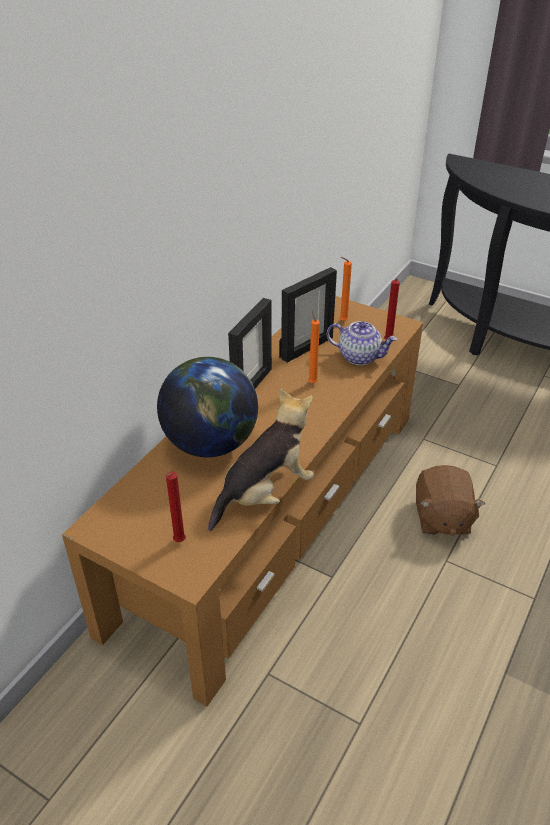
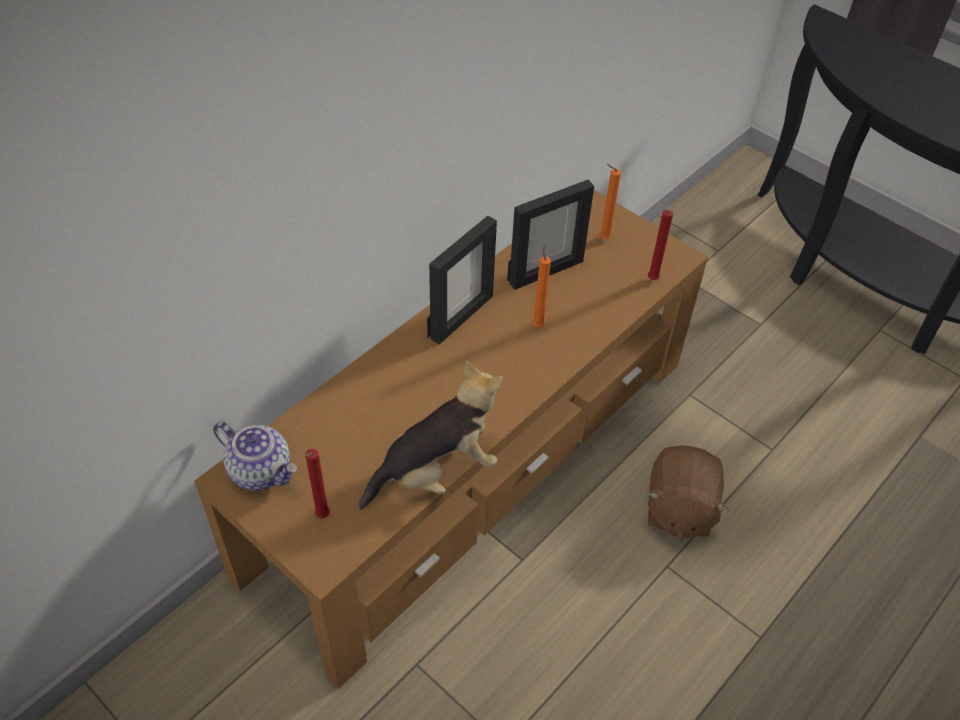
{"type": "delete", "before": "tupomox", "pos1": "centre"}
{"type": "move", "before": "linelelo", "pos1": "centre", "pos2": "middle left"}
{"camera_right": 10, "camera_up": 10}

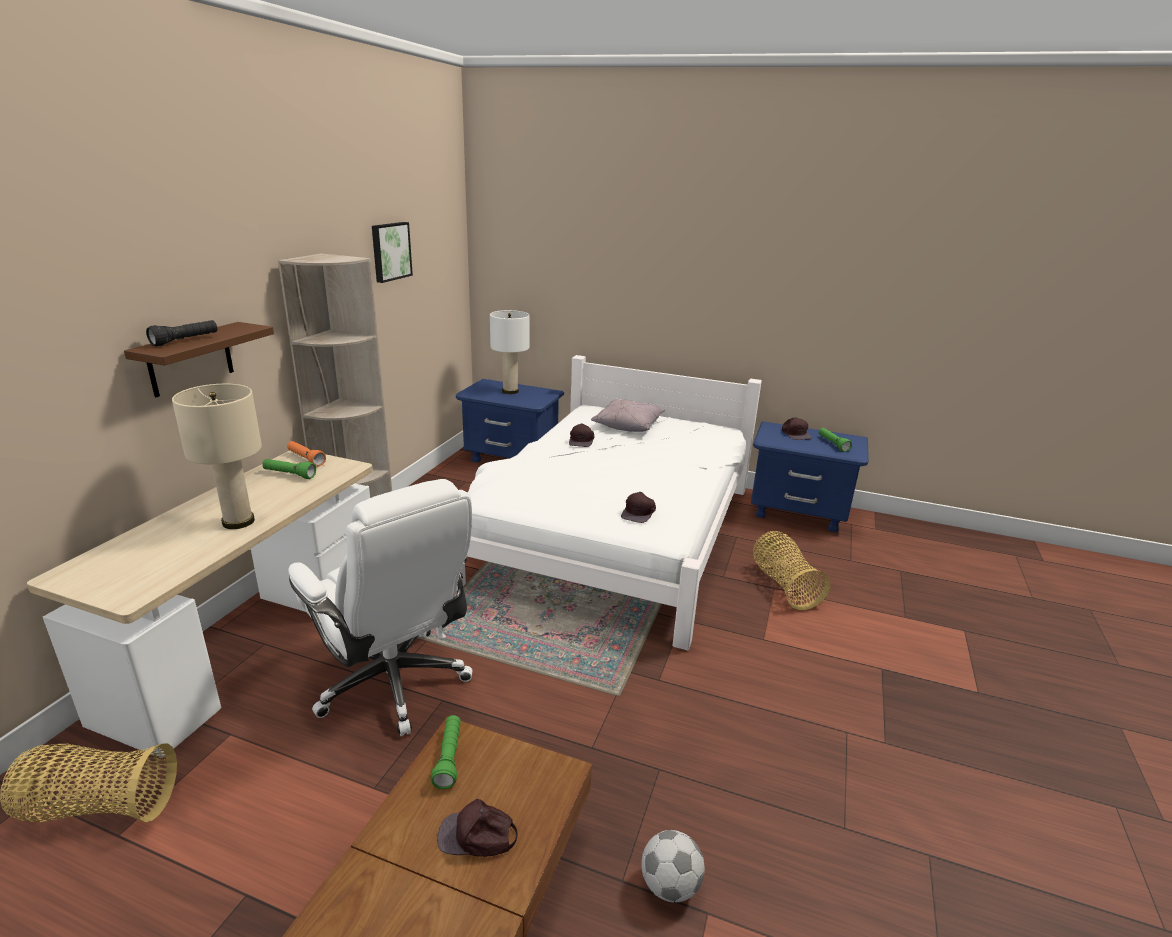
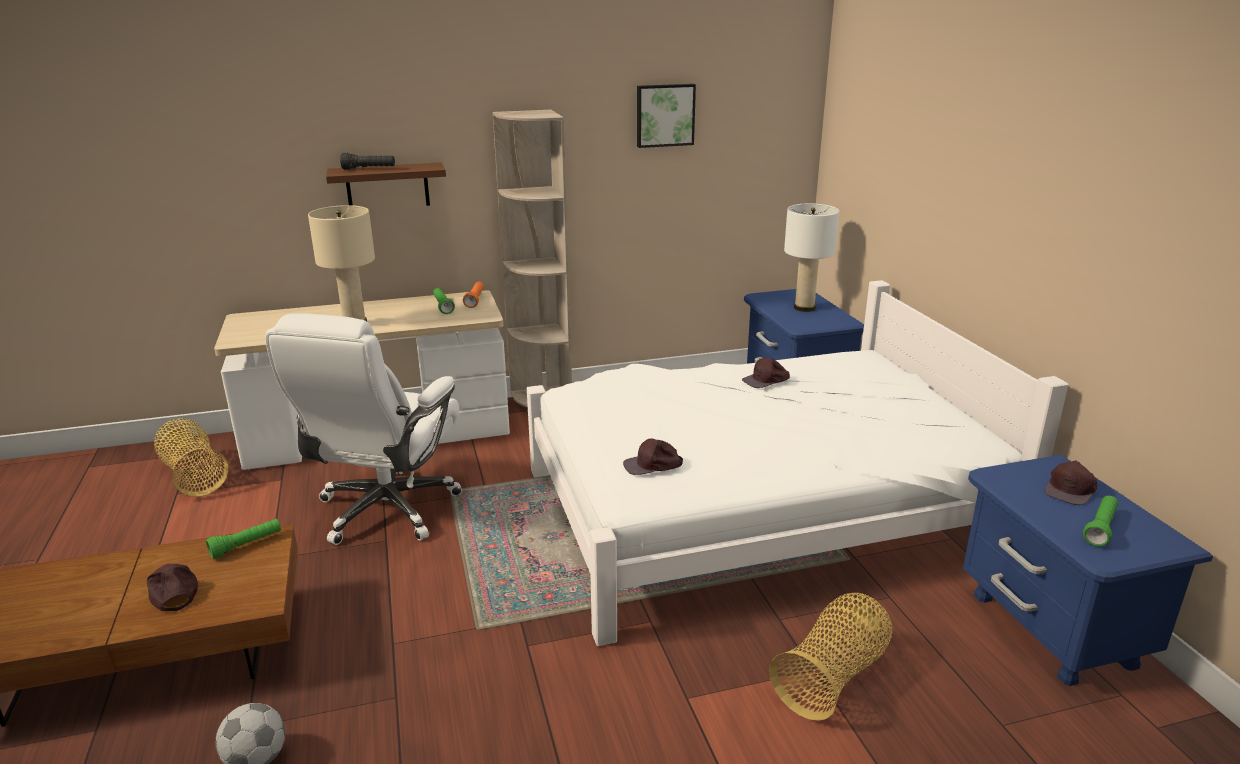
{"type": "delete", "before": "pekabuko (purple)", "pos1": "centre"}
{"camera_right": 55, "camera_up": 0}

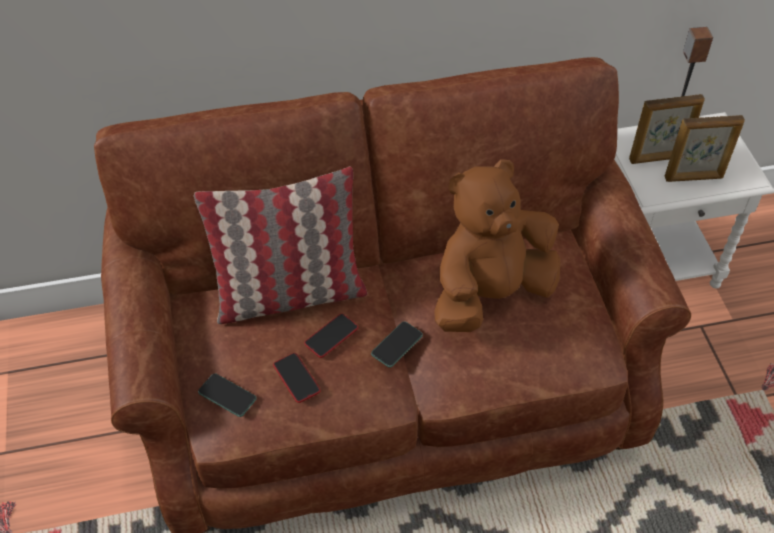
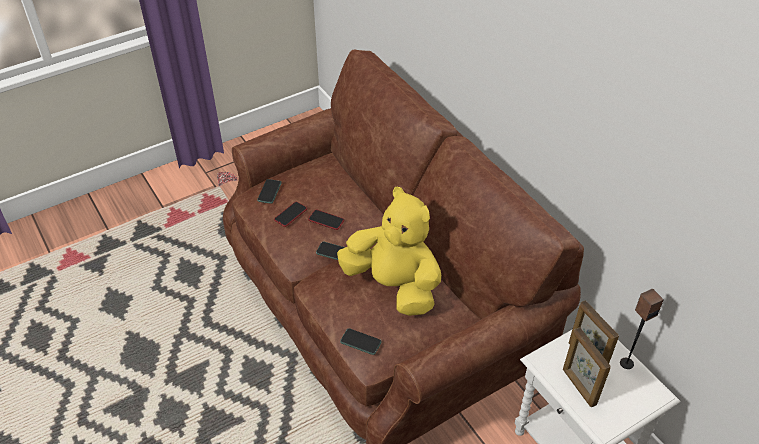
{"type": "delete", "before": "pekabuko", "pos1": "centre"}
{"type": "recolor", "before": "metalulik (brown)", "after": "metalulik (yellow)", "pos1": "centre", "pos2": "centre"}
{"type": "insert", "after": "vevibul (5th from left)", "pos2": "bottom centre"}
{"camera_right": 70, "camera_up": -5}

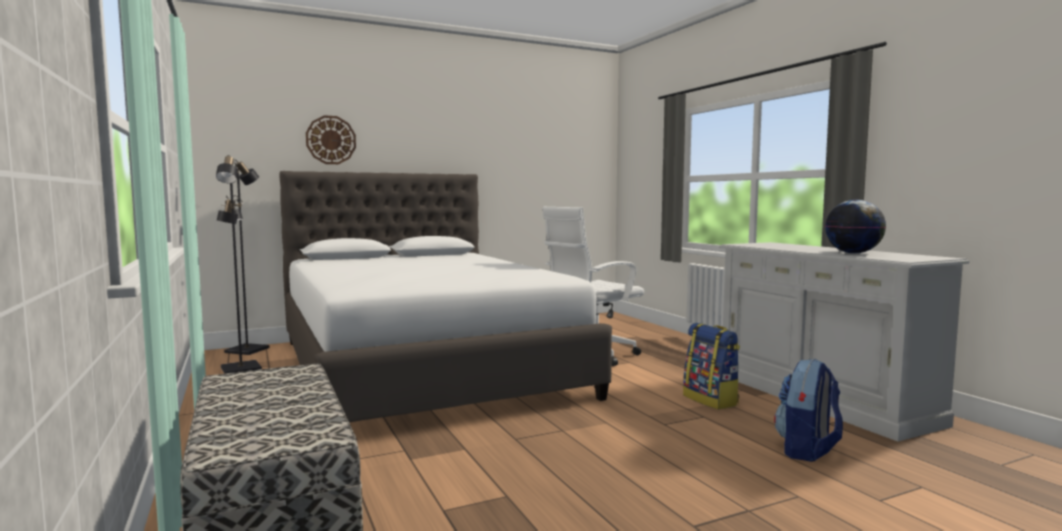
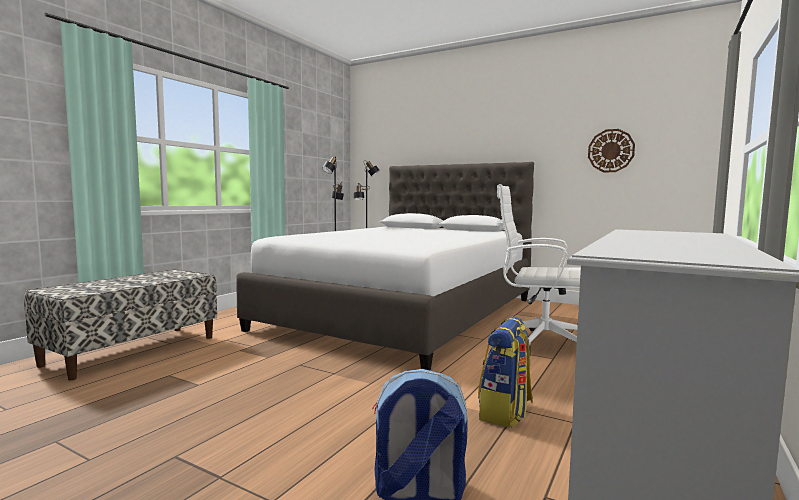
{"type": "move", "before": "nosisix", "pos1": "top left", "pos2": "top right"}
{"type": "delete", "before": "tupomox", "pos1": "middle right"}
{"camera_right": 55, "camera_up": 0}

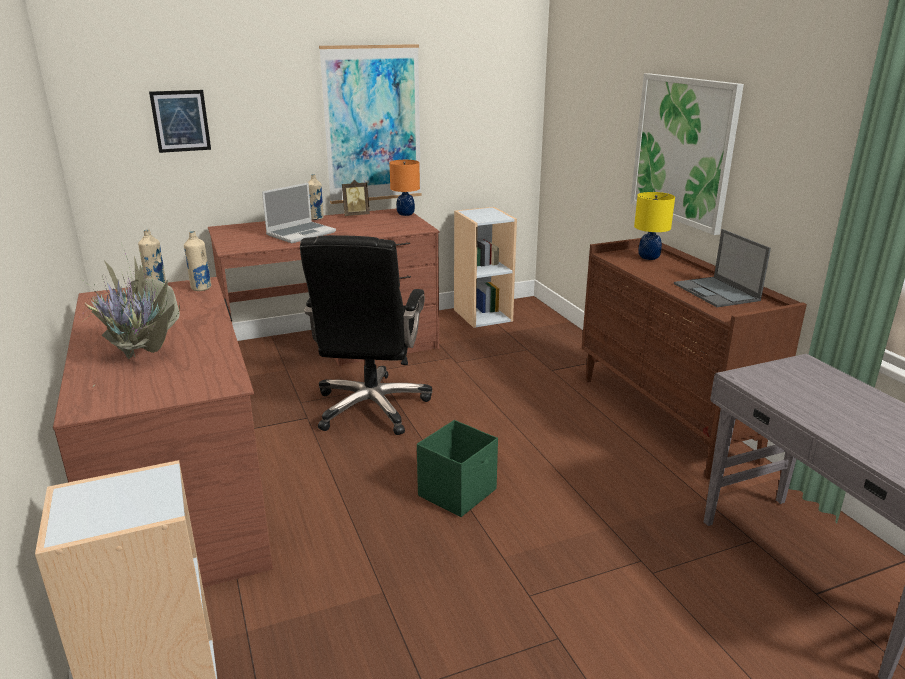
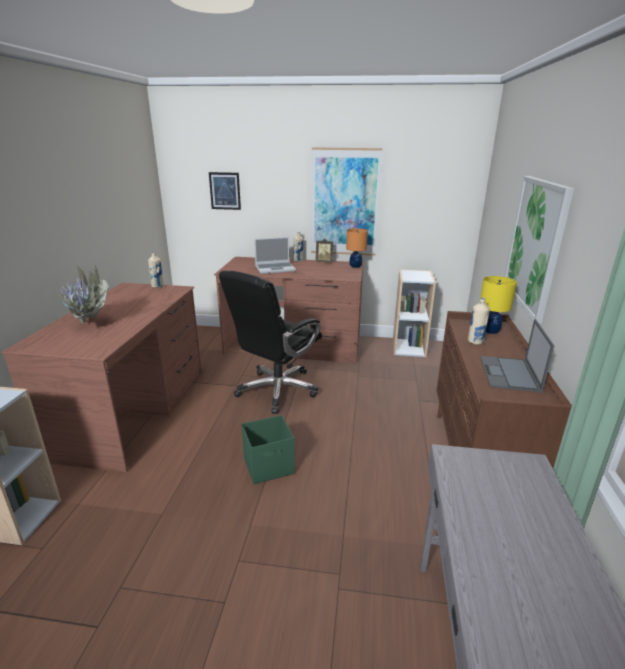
{"type": "move", "before": "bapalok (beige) (2nd from left in the first image)", "after": "bapalok (beige) (3rd from left)", "pos1": "middle left", "pos2": "middle right"}
{"camera_right": 30, "camera_up": 0}

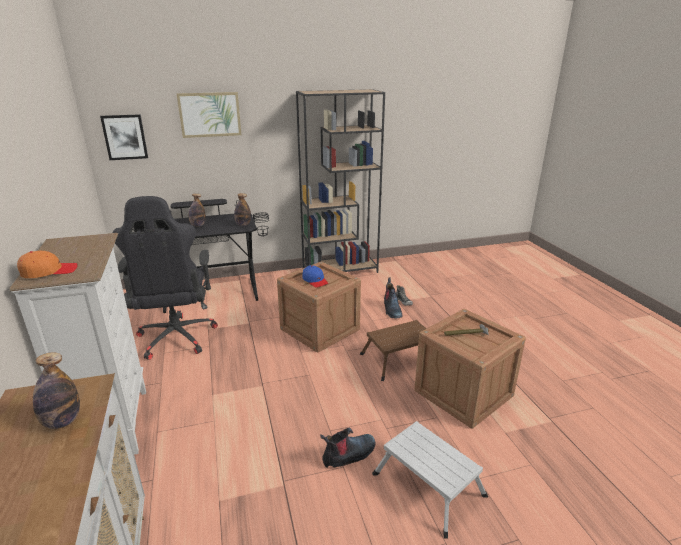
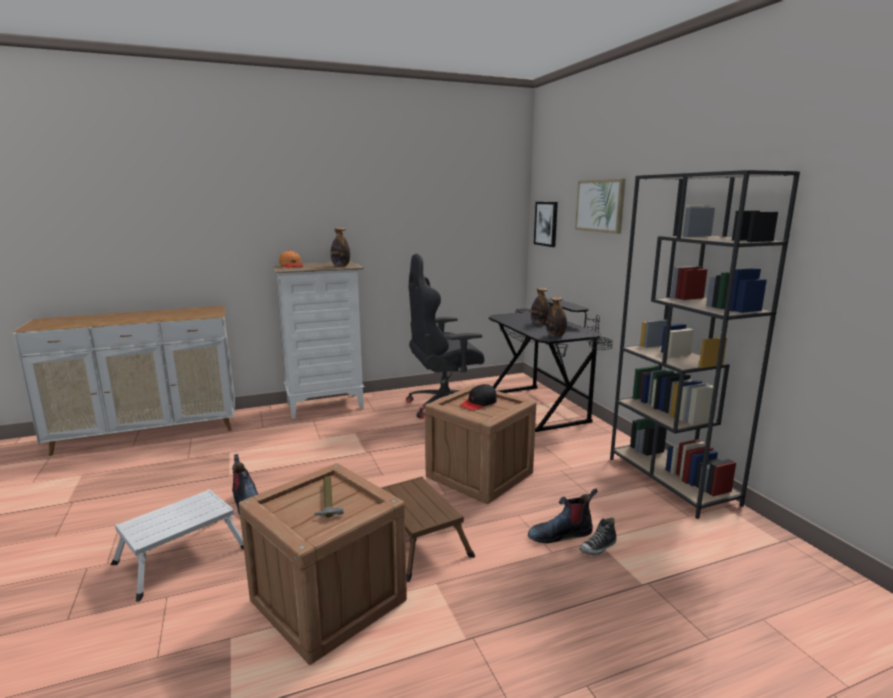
{"type": "move", "before": "bapalok (1st from left)", "pos1": "bottom left", "pos2": "centre"}
{"type": "recolor", "before": "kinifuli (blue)", "after": "kinifuli (black)", "pos1": "centre", "pos2": "centre"}
{"camera_right": 85, "camera_up": -10}

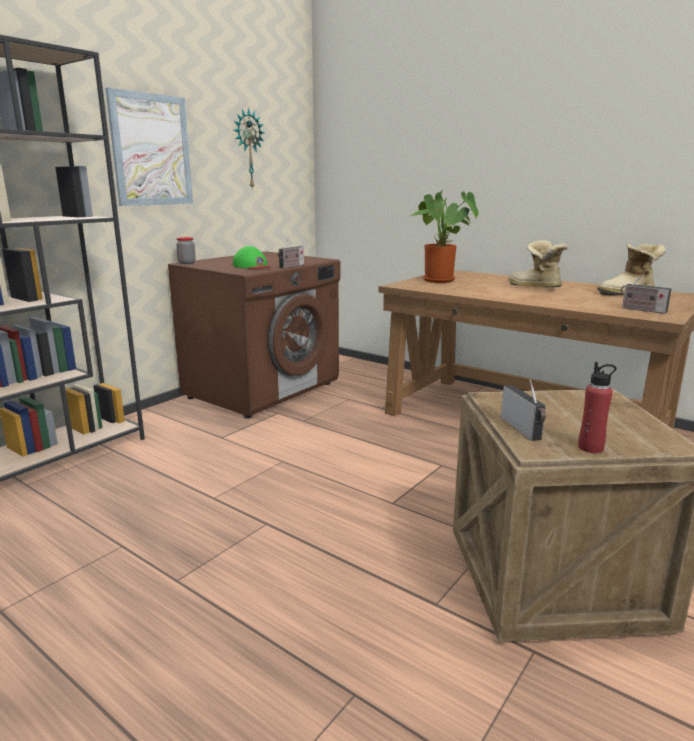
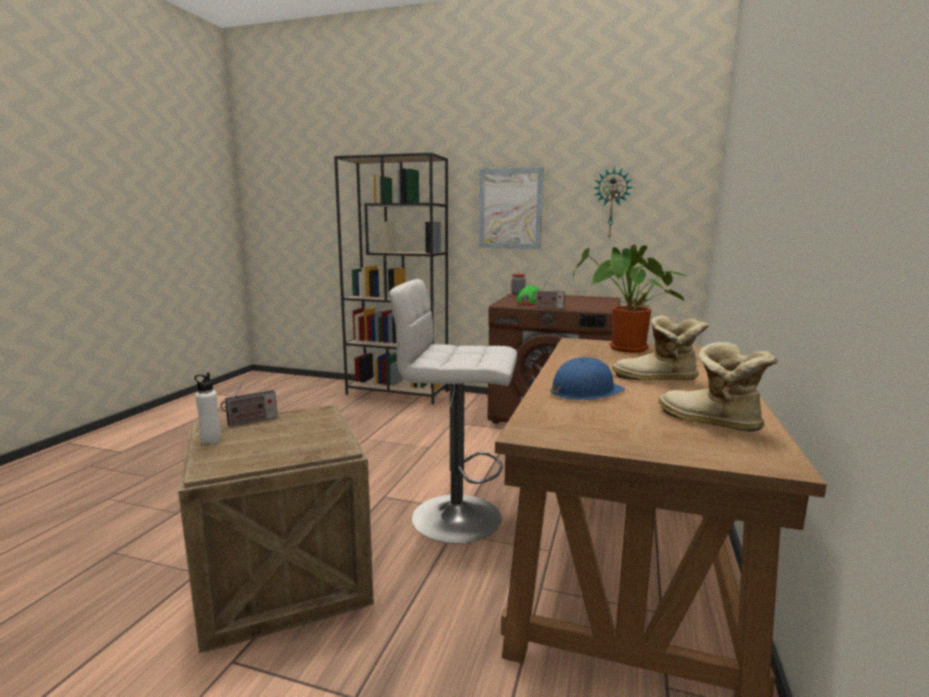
{"type": "rotate", "before": "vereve (1st from left)", "pos1": "middle right", "pos2": "middle right", "turn": -105}
{"type": "recolor", "before": "bapalok (red)", "after": "bapalok (white)", "pos1": "middle right", "pos2": "middle left"}
{"type": "delete", "before": "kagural (3rd from left)", "pos1": "middle right"}
{"type": "insert", "after": "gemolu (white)", "pos2": "centre"}
{"type": "insert", "after": "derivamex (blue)", "pos2": "centre"}
{"camera_right": 70, "camera_up": -5}

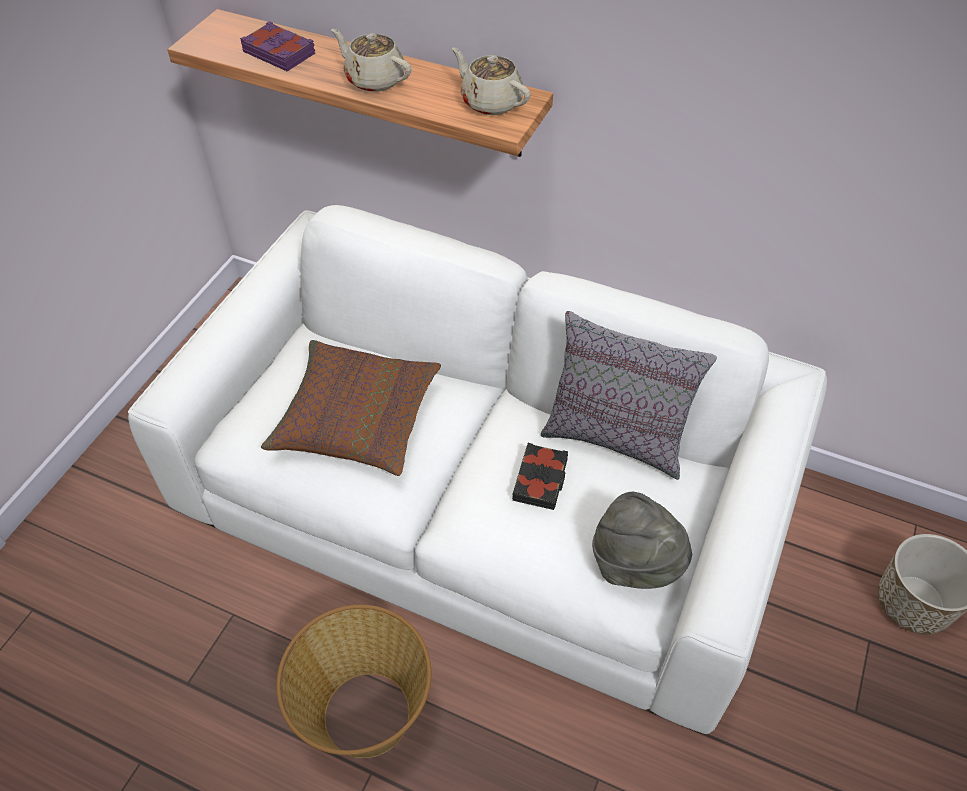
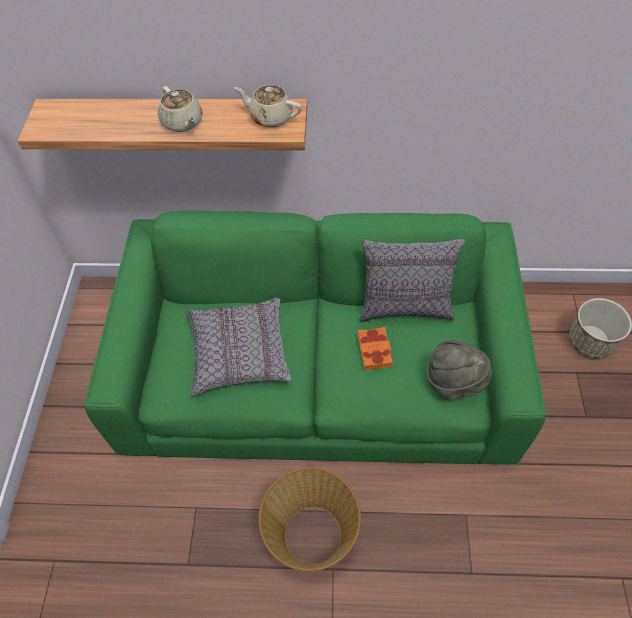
{"type": "recolor", "before": "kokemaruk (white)", "after": "kokemaruk (green)", "pos1": "centre", "pos2": "centre"}
{"type": "delete", "before": "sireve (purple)", "pos1": "top left"}
{"type": "recolor", "before": "pekabuko (brown)", "after": "pekabuko (grey) (1st from left)", "pos1": "centre", "pos2": "centre"}
{"type": "rotate", "before": "linelelo (beige) (1st from left)", "pos1": "top centre", "pos2": "top left", "turn": -135}
{"type": "recolor", "before": "sireve (black)", "after": "sireve (orange)", "pos1": "centre", "pos2": "centre"}
{"camera_right": -20, "camera_up": 5}

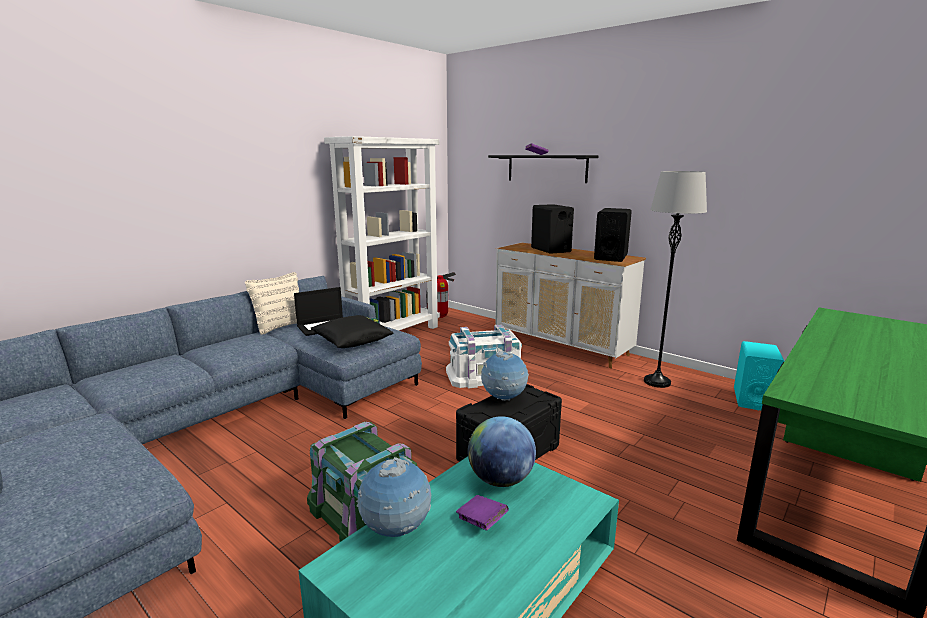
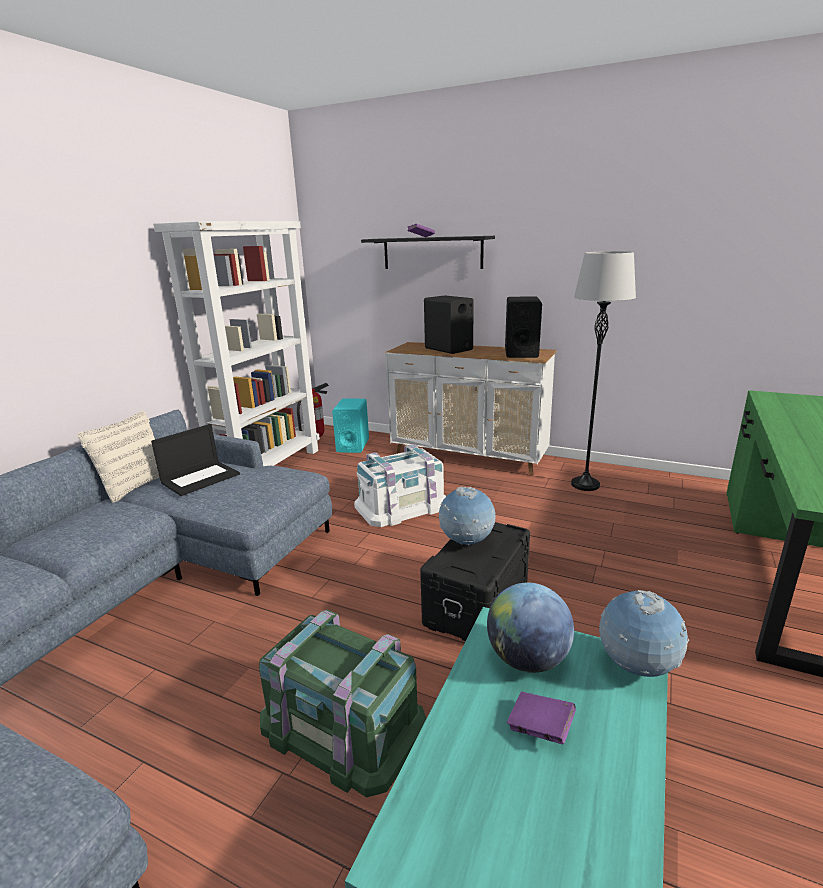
{"type": "delete", "before": "pekabuko (black)", "pos1": "centre"}
{"type": "move", "before": "tupomox (1st from left in the first image)", "after": "tupomox (3rd from left)", "pos1": "bottom centre", "pos2": "bottom right"}
{"type": "move", "before": "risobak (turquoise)", "pos1": "middle right", "pos2": "centre"}
{"camera_right": -15, "camera_up": 5}

